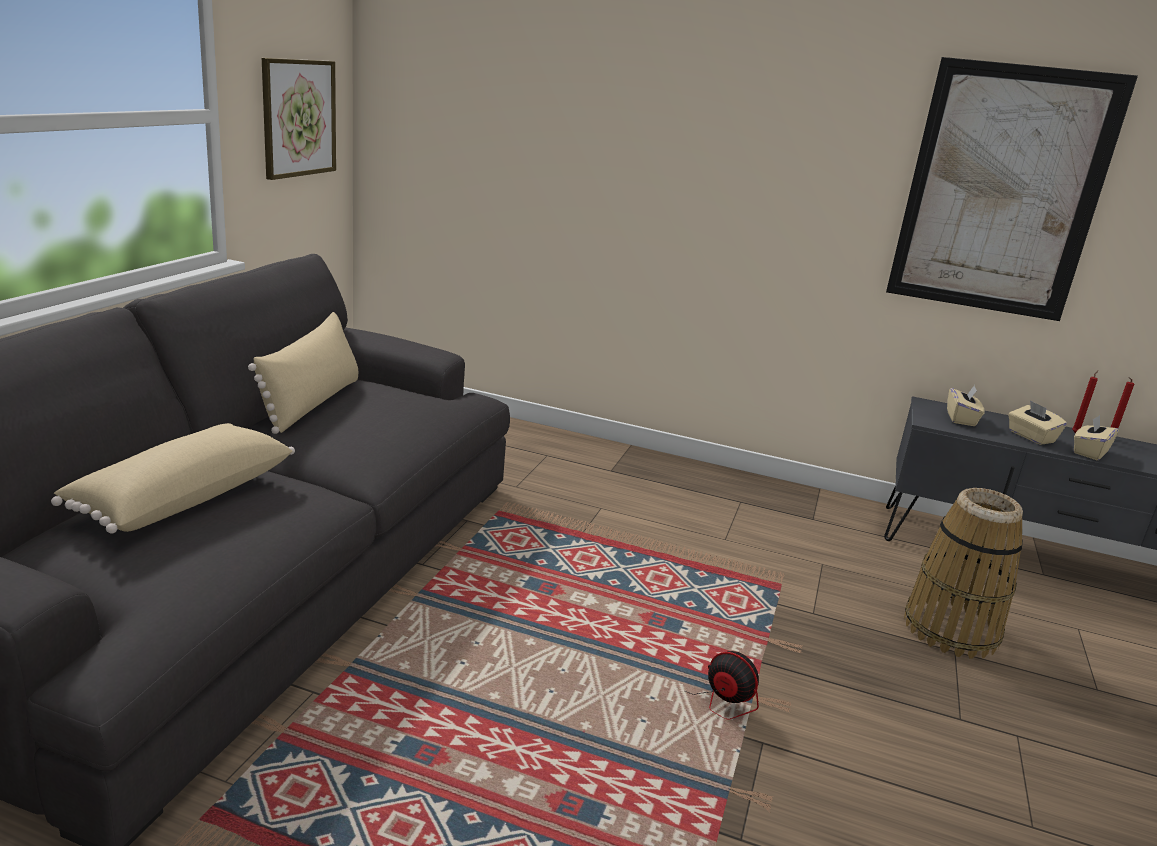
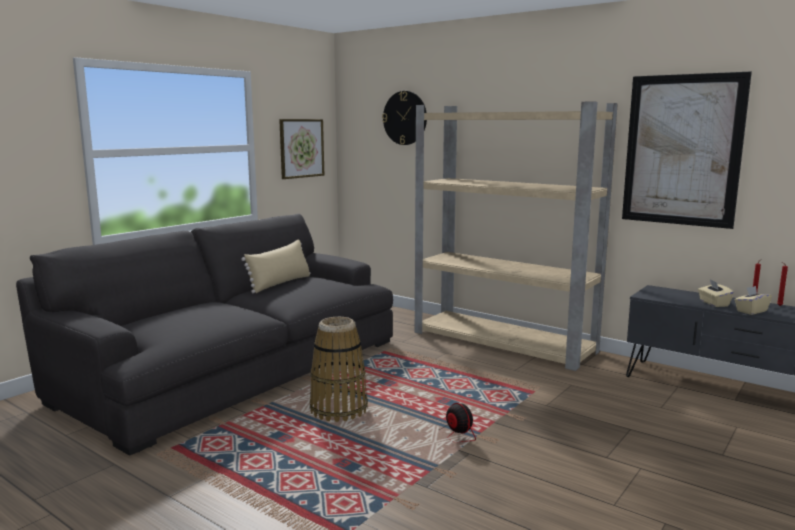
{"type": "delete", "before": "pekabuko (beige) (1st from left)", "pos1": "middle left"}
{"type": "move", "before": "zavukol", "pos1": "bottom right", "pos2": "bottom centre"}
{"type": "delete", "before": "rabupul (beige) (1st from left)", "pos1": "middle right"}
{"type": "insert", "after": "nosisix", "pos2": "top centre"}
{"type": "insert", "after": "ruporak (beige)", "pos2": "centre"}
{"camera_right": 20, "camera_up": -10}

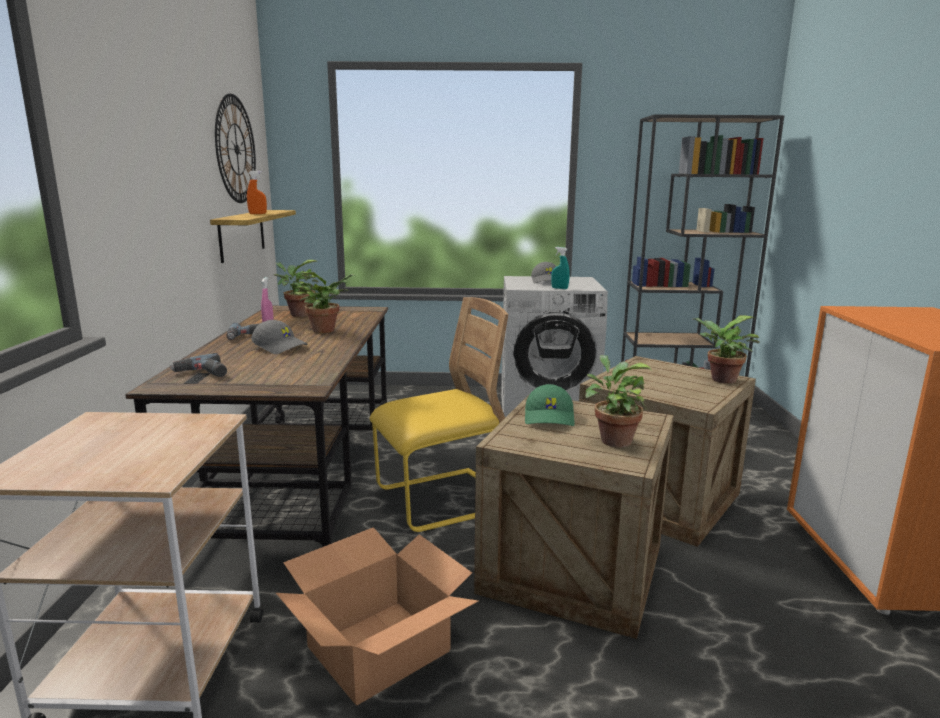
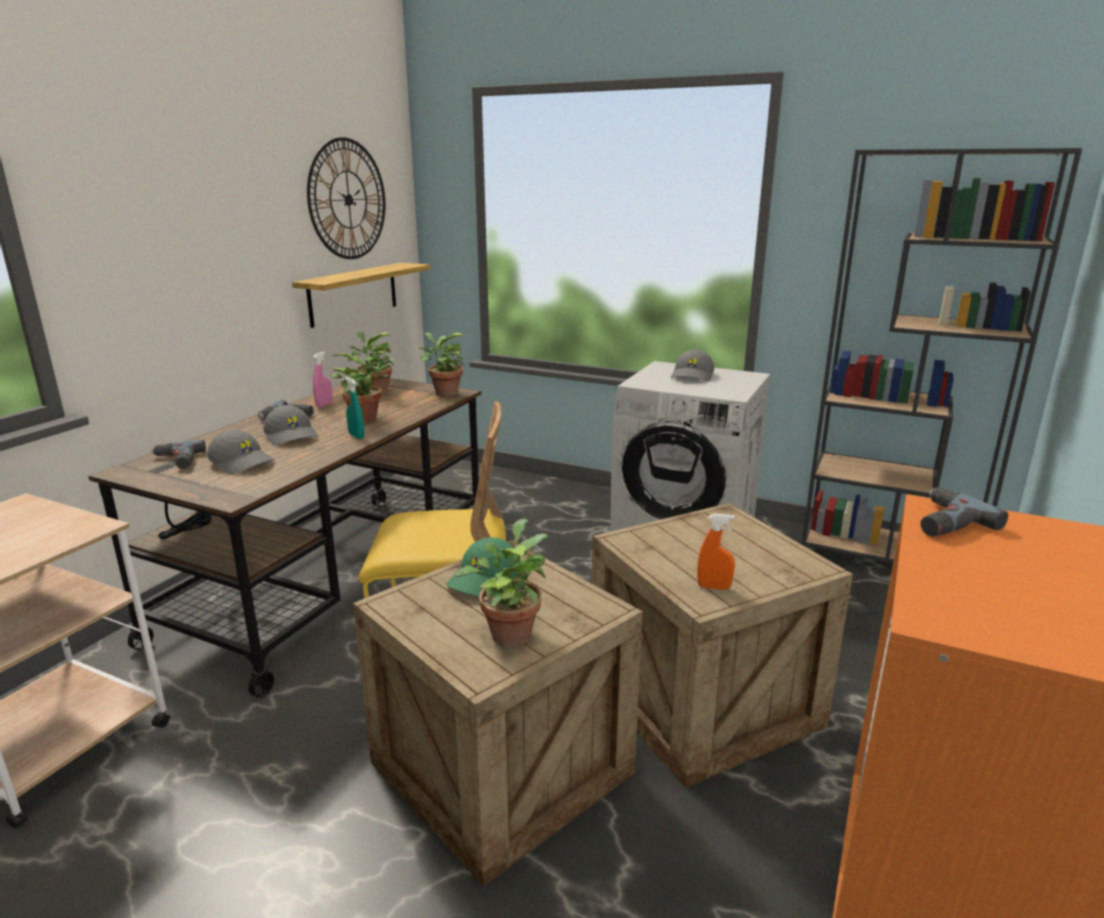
{"type": "move", "before": "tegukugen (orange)", "pos1": "top left", "pos2": "centre"}
{"type": "delete", "before": "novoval", "pos1": "bottom centre"}
{"type": "move", "before": "tegukugen (turquoise)", "pos1": "centre", "pos2": "middle left"}
{"type": "move", "before": "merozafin (4th from left in the first image)", "after": "merozafin (3rd from left)", "pos1": "middle right", "pos2": "centre"}
{"type": "insert", "after": "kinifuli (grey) (1st from left)", "pos2": "middle left"}
{"type": "insert", "after": "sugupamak (3rd from left)", "pos2": "middle right"}
{"camera_right": 25, "camera_up": 5}

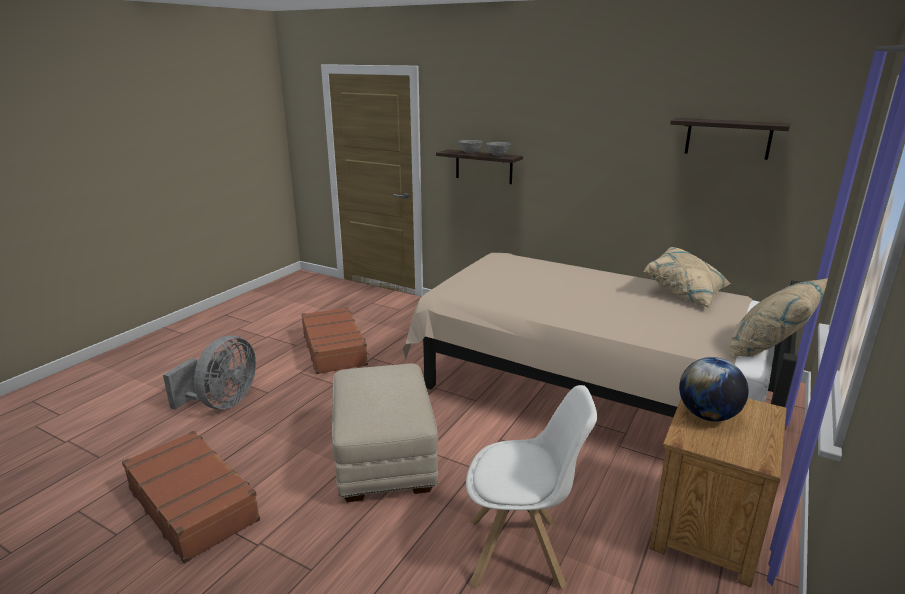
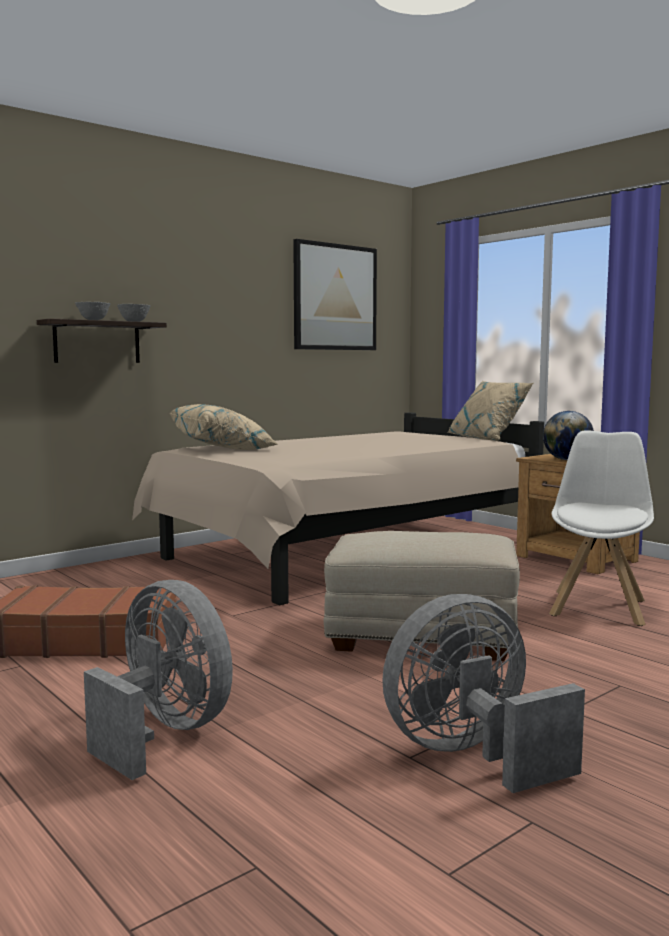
{"type": "replace", "before": "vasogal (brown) (1st from left)", "after": "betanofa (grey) (2nd from left)", "pos1": "bottom left", "pos2": "bottom right"}
{"type": "move", "before": "pekabuko (beige) (1st from left)", "pos1": "middle right", "pos2": "centre"}
{"type": "replace", "before": "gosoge (2nd from left)", "after": "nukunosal", "pos1": "top right", "pos2": "top centre"}
{"camera_right": -70, "camera_up": -15}

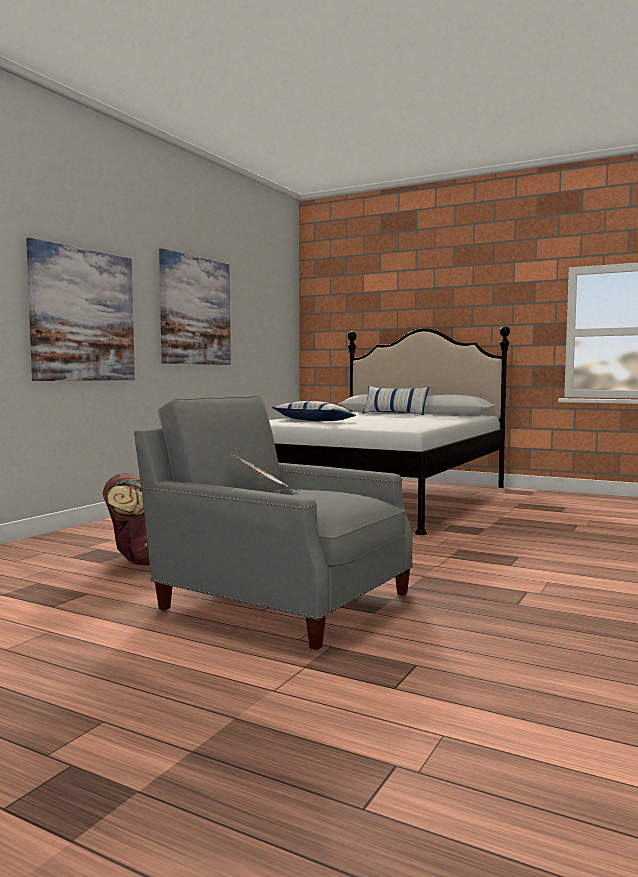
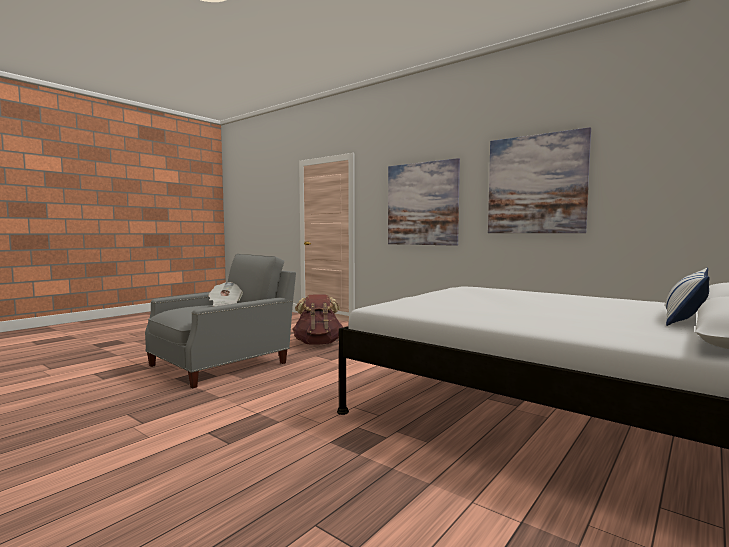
{"type": "delete", "before": "pekabuko (1st from left)", "pos1": "centre"}
{"camera_right": 100, "camera_up": 0}

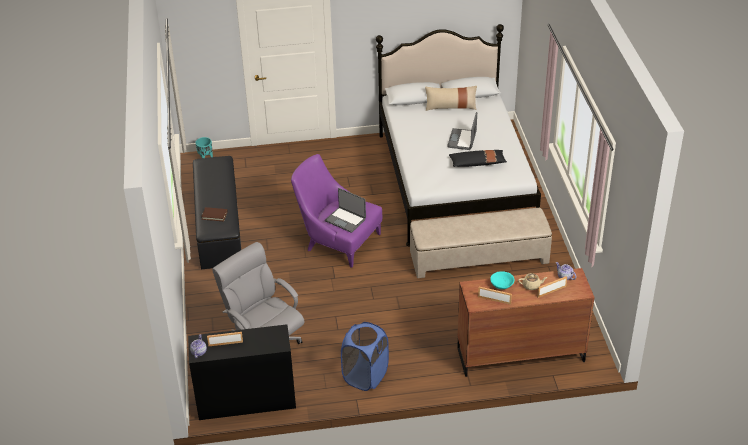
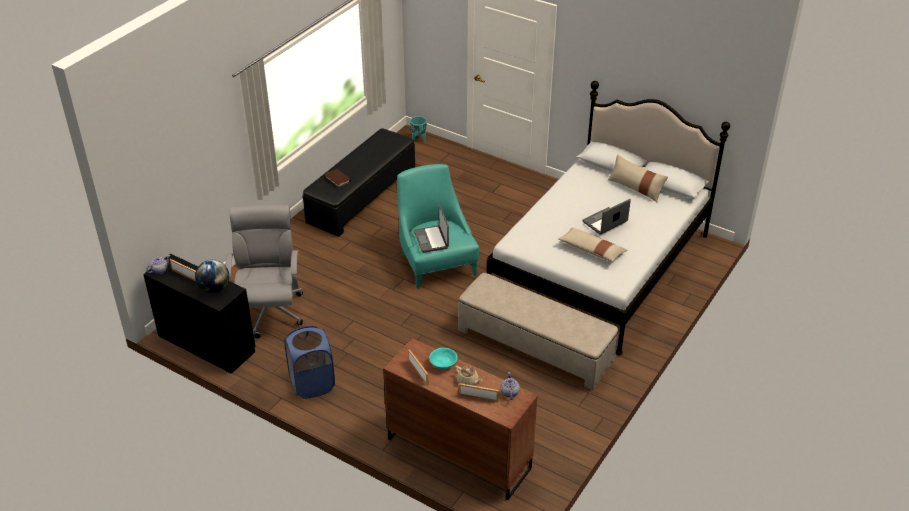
{"type": "recolor", "before": "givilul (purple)", "after": "givilul (turquoise)", "pos1": "centre", "pos2": "centre"}
{"type": "recolor", "before": "pekabuko (black)", "after": "pekabuko (beige) (1st from left)", "pos1": "centre", "pos2": "centre"}
{"type": "insert", "after": "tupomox", "pos2": "middle left"}
{"camera_right": 40, "camera_up": 0}

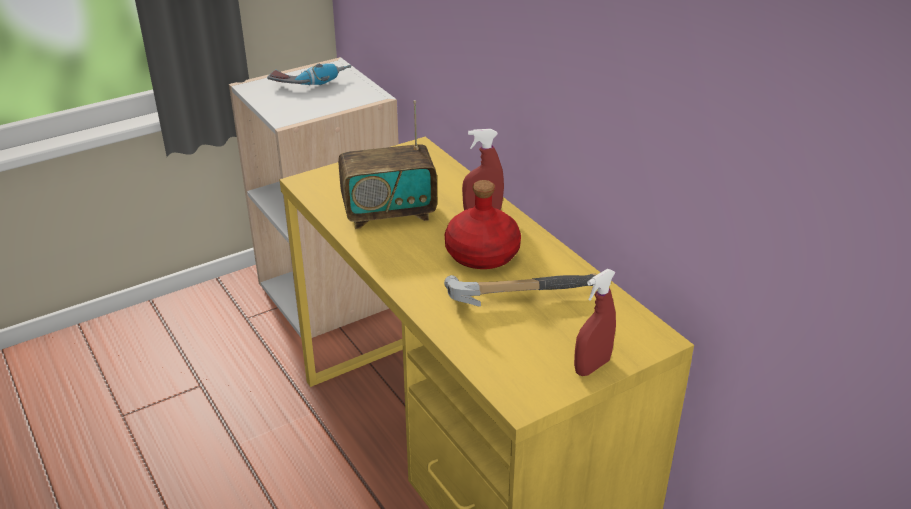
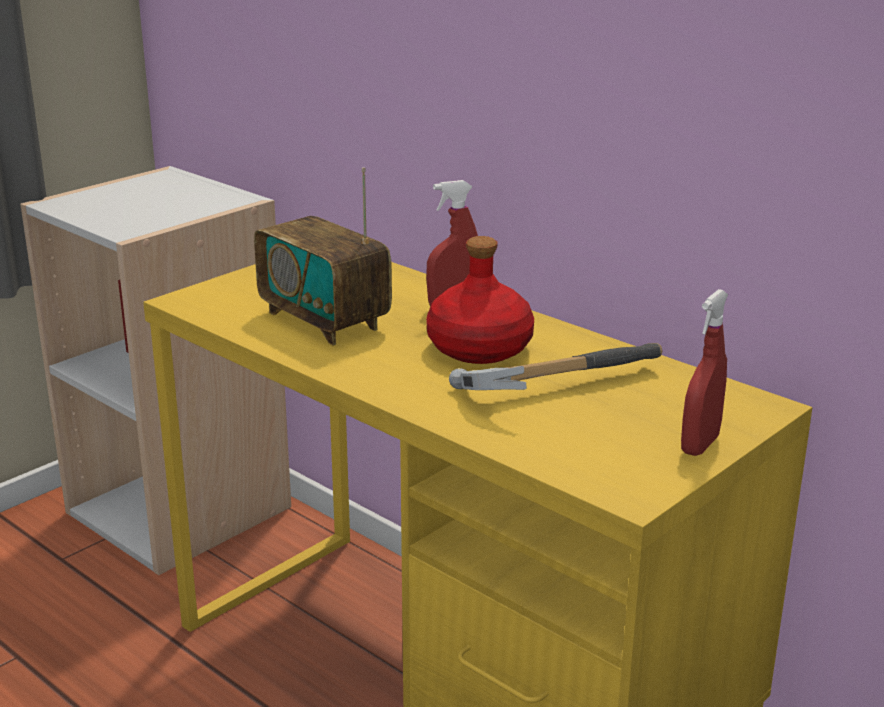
{"type": "delete", "before": "sugupamak", "pos1": "top centre"}
{"type": "rotate", "before": "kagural", "pos1": "top centre", "pos2": "centre", "turn": 75}
{"camera_right": -15, "camera_up": -10}

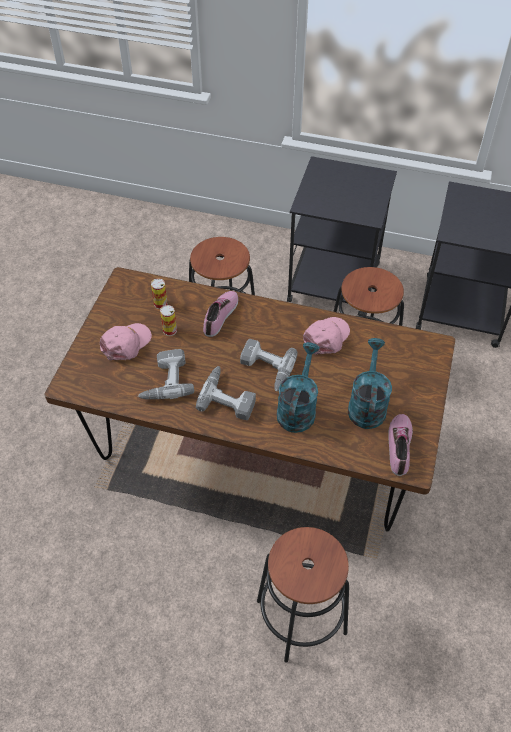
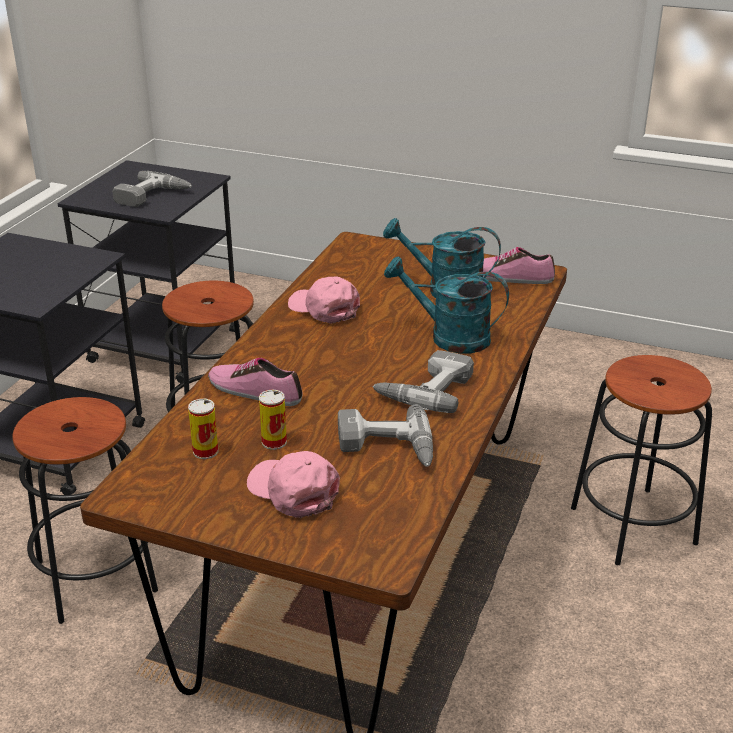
{"type": "move", "before": "sugupamak (3rd from left in the first image)", "after": "sugupamak (1st from left)", "pos1": "centre", "pos2": "top left"}
{"camera_right": -85, "camera_up": -20}

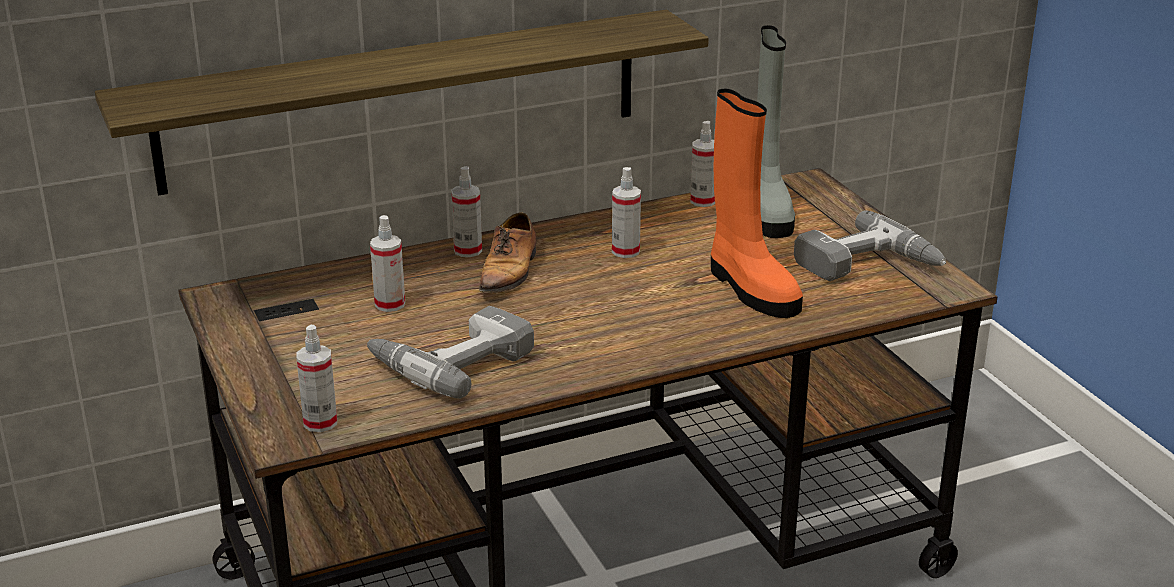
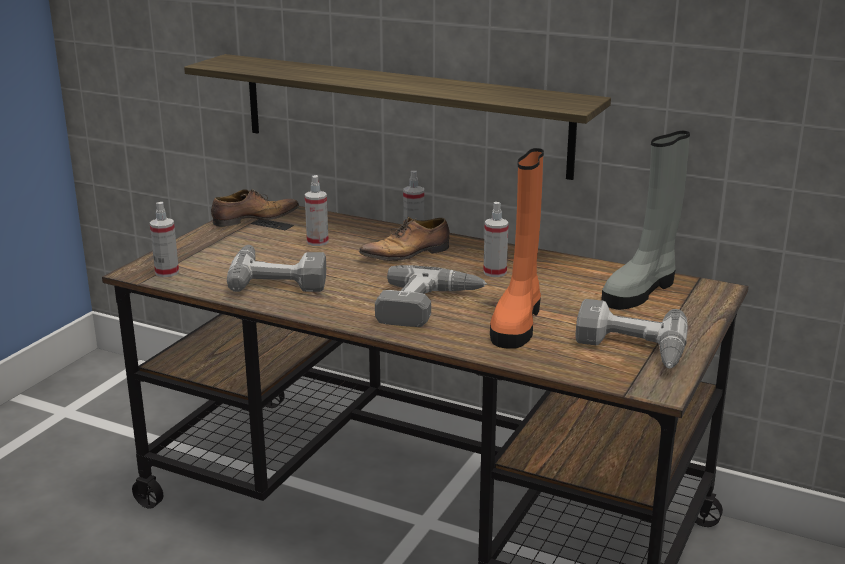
{"type": "delete", "before": "tegukugen (5th from left)", "pos1": "top centre"}
{"type": "insert", "after": "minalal (1st from left)", "pos2": "middle left"}
{"type": "insert", "after": "sugupamak (2nd from left)", "pos2": "centre"}
{"camera_right": 50, "camera_up": -5}

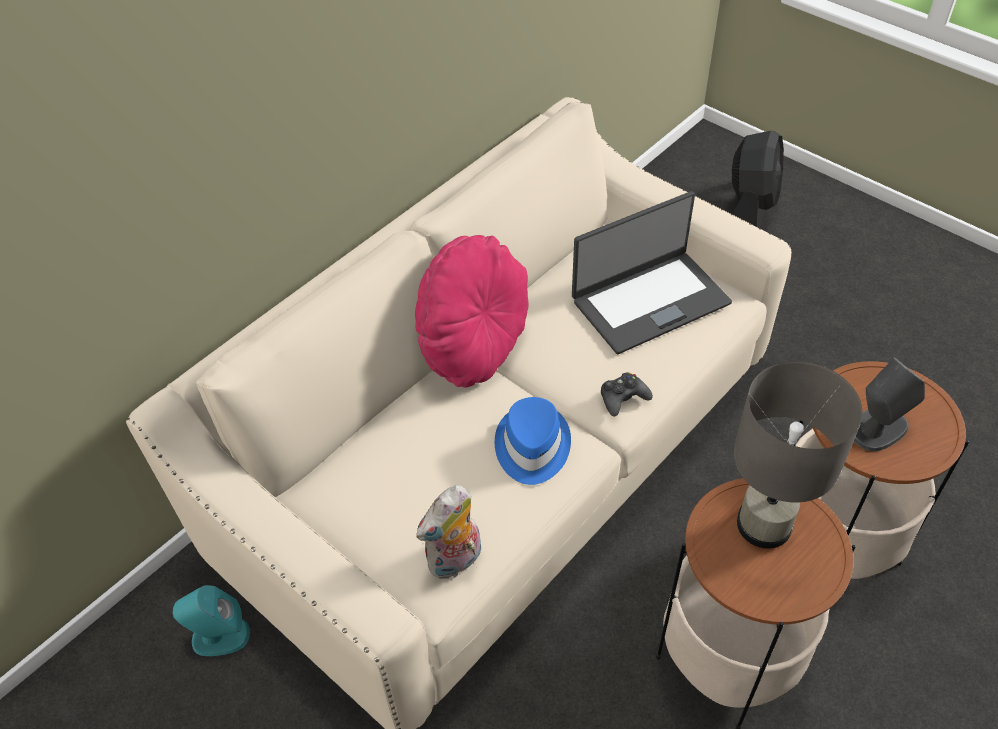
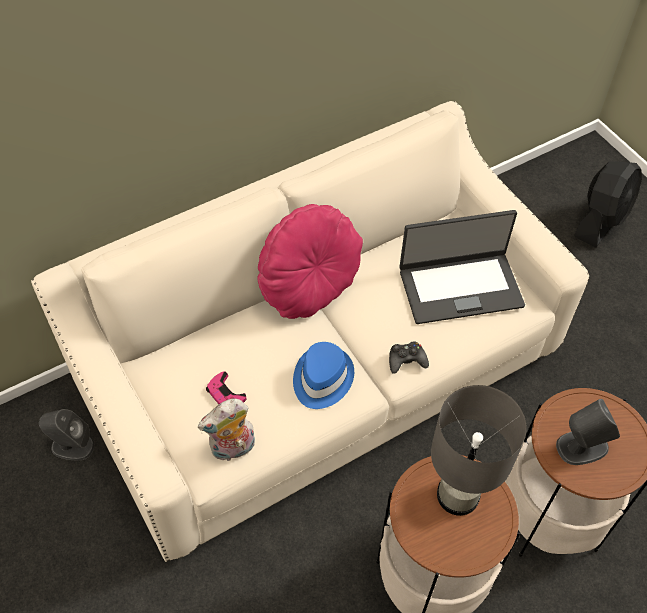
{"type": "recolor", "before": "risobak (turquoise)", "after": "risobak (grey) (1st from left)", "pos1": "bottom left", "pos2": "bottom left"}
{"type": "insert", "after": "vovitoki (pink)", "pos2": "centre"}
{"camera_right": 15, "camera_up": 5}

